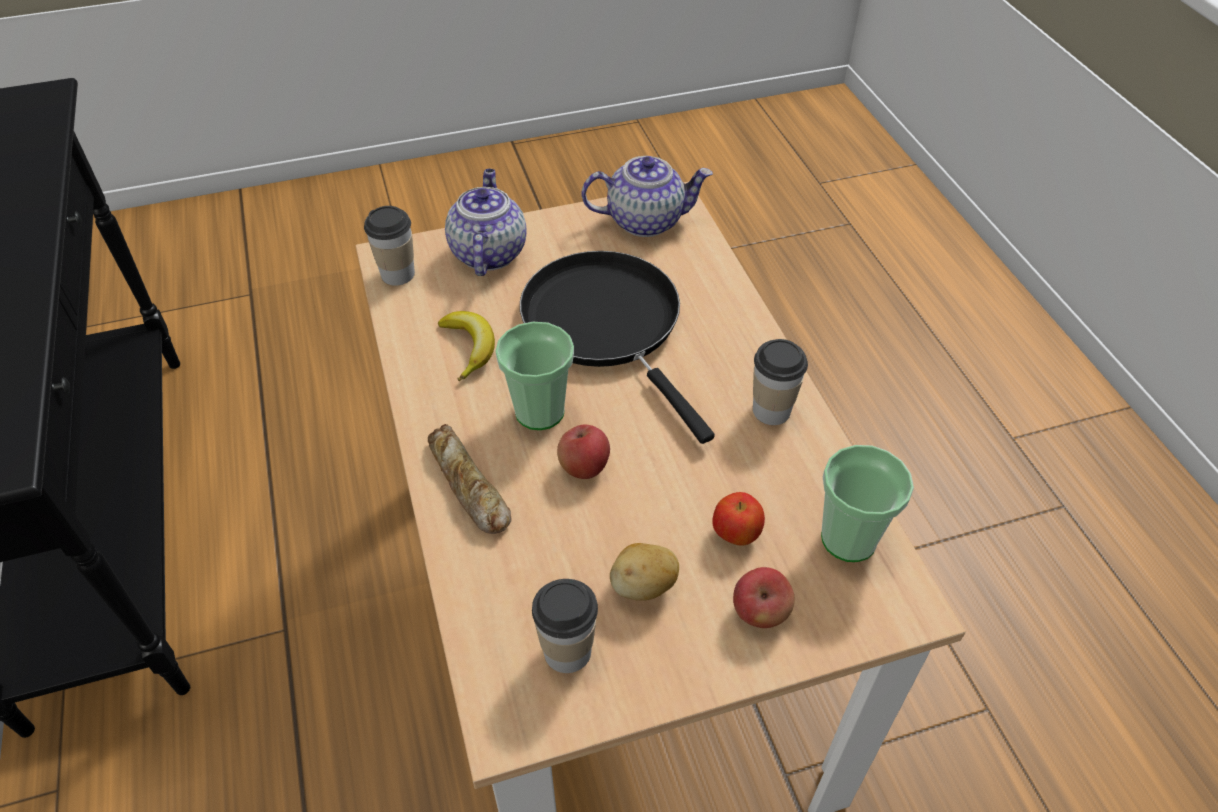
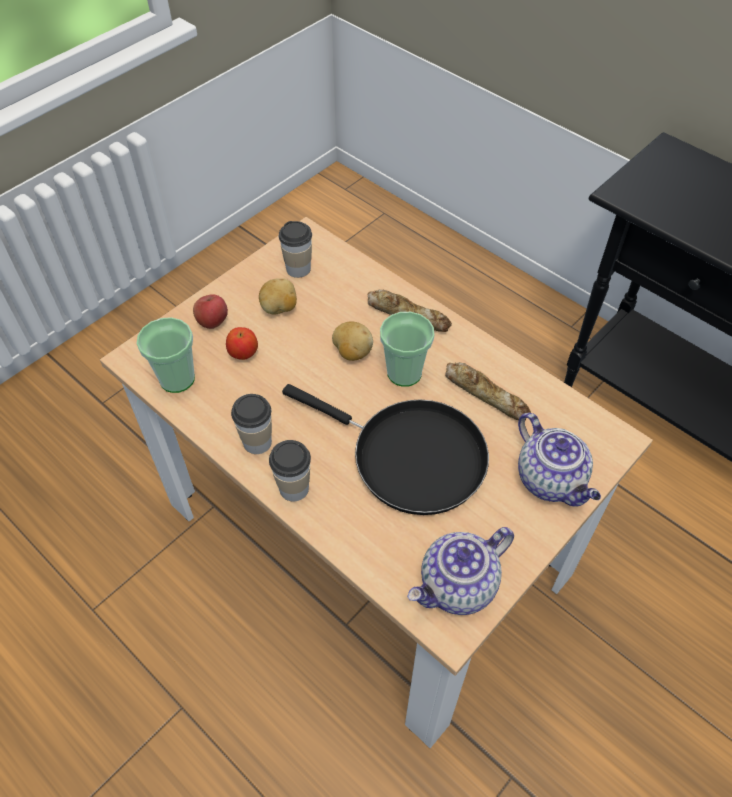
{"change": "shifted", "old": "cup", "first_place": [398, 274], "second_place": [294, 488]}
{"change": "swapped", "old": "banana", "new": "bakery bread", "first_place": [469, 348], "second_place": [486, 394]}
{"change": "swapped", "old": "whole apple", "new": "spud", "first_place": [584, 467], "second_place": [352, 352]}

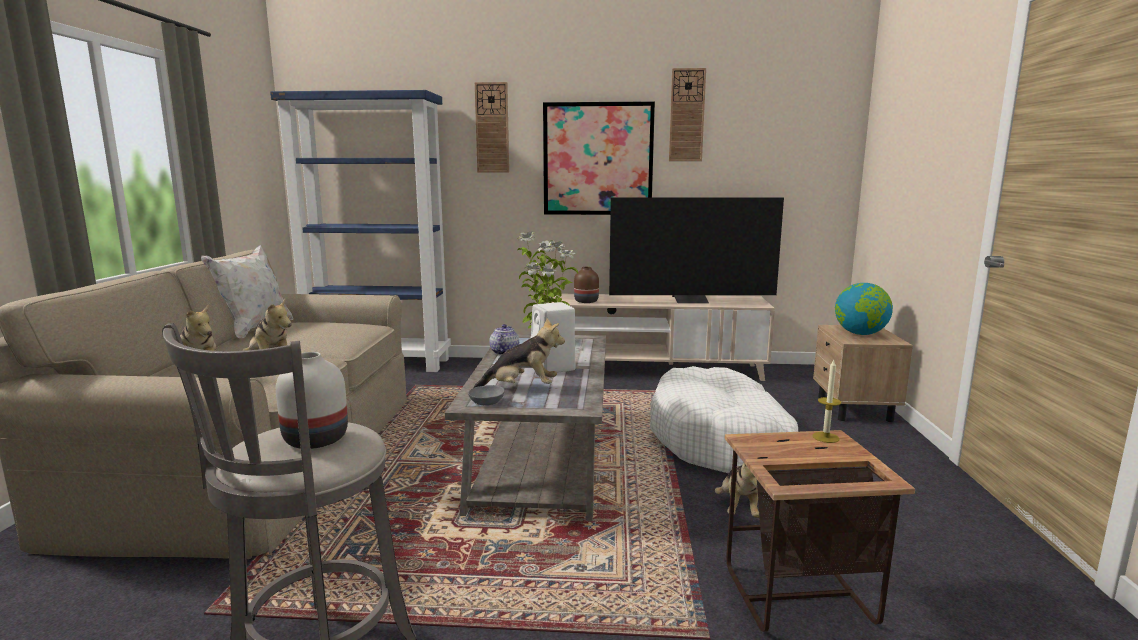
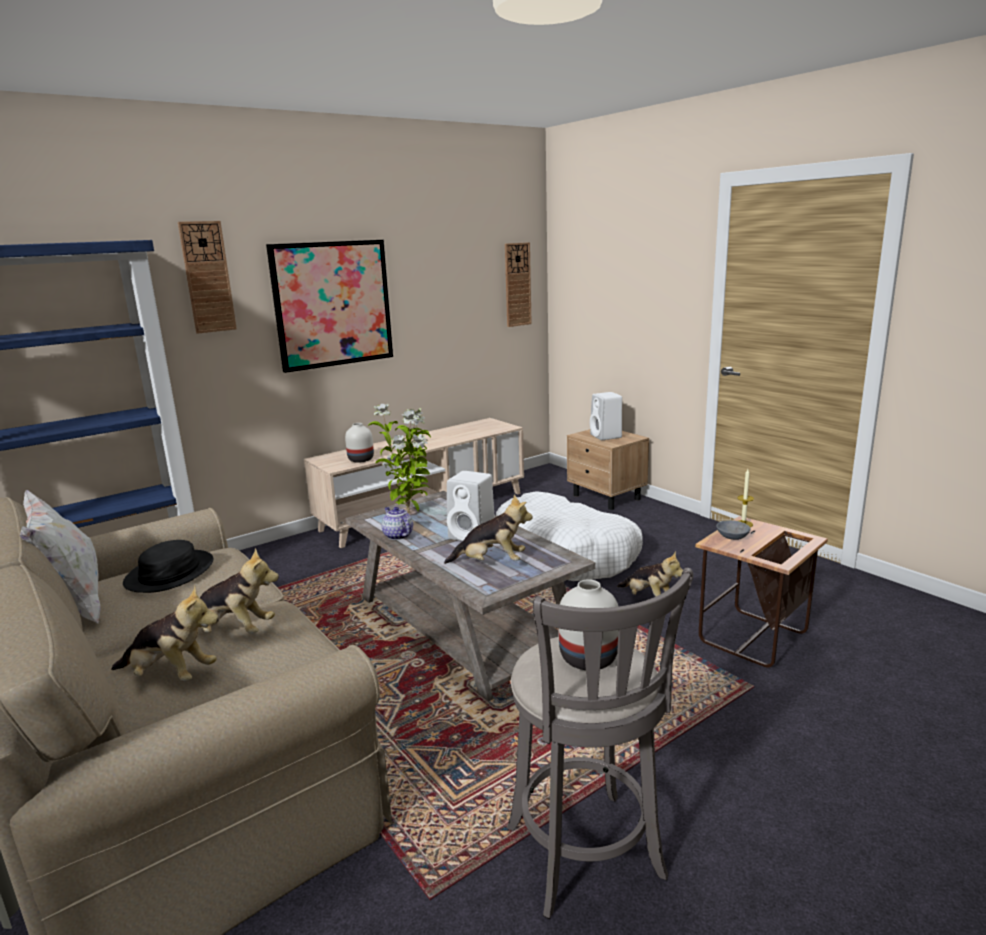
{"change": "shifted", "old": "greyish serving bowl", "first_place": [486, 402], "second_place": [731, 536]}
{"change": "rotated", "old": "cuddly toy", "first_place": [522, 388], "second_place": [491, 562], "degrees": 45}
{"change": "repainted", "old": "brown vase", "new": "white-coloured vase", "first_place": [586, 301], "second_place": [360, 459]}
{"change": "gone", "old": "television", "first_place": [691, 300]}
{"change": "shifted", "old": "clock on the wall", "first_place": [687, 115], "second_place": [517, 284]}
{"change": "swapped", "old": "world globe", "new": "white-coloured audio speaker", "first_place": [860, 334], "second_place": [606, 436]}
{"change": "new", "new": "black-coloured clothing hat", "second_place": [170, 573]}

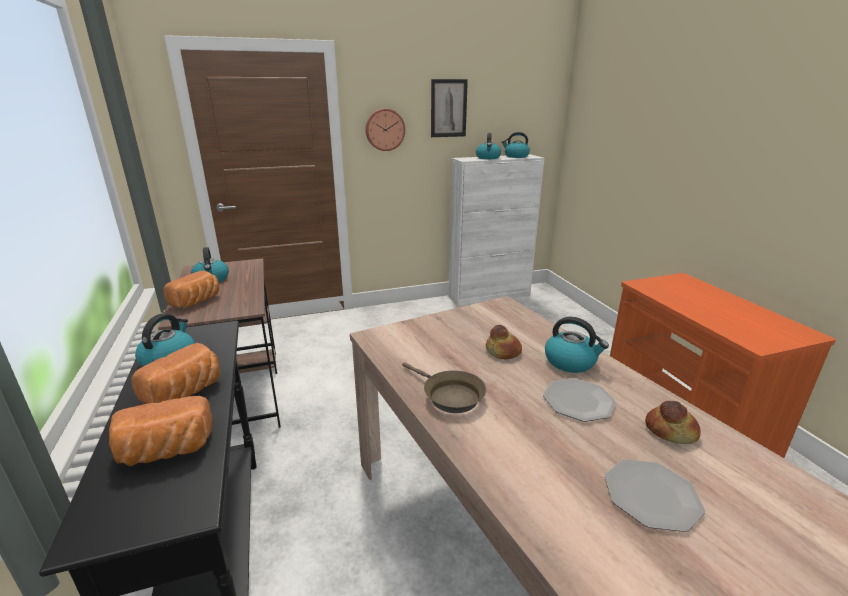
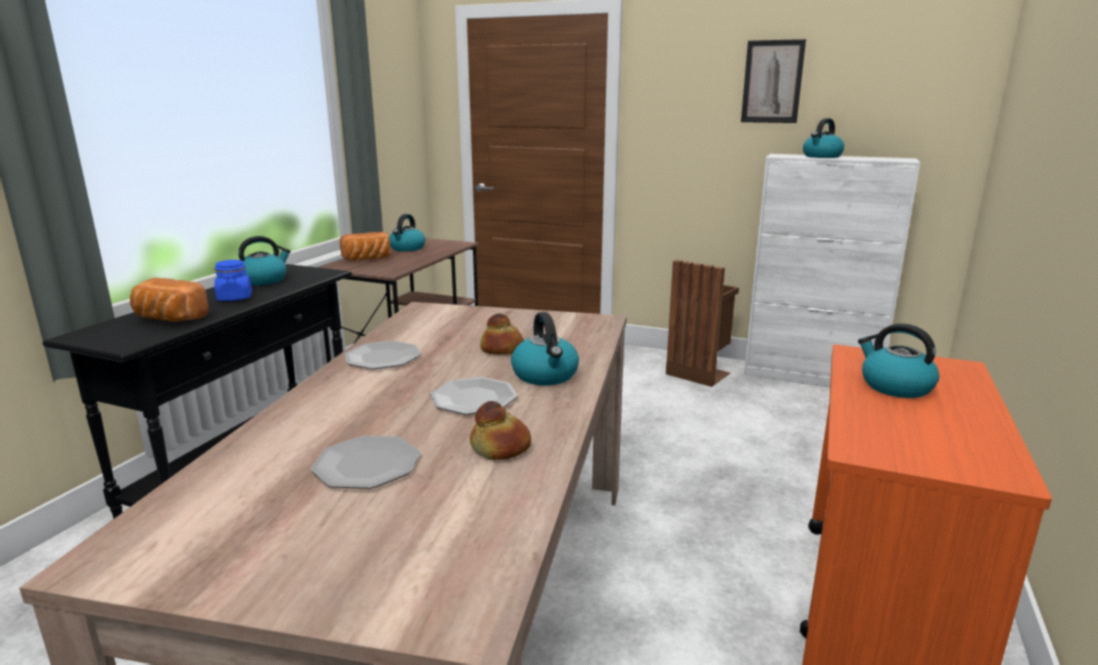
{"change": "swapped", "old": "bakery bread", "new": "bluish storage jar", "first_place": [186, 393], "second_place": [235, 298]}
{"change": "gone", "old": "clock on the wall", "first_place": [384, 129]}
{"change": "swapped", "old": "brown skillet", "new": "flat dish", "first_place": [449, 396], "second_place": [382, 357]}
{"change": "shifted", "old": "kettle", "first_place": [516, 156], "second_place": [895, 386]}
{"change": "new", "new": "brown trash can", "second_place": [699, 372]}

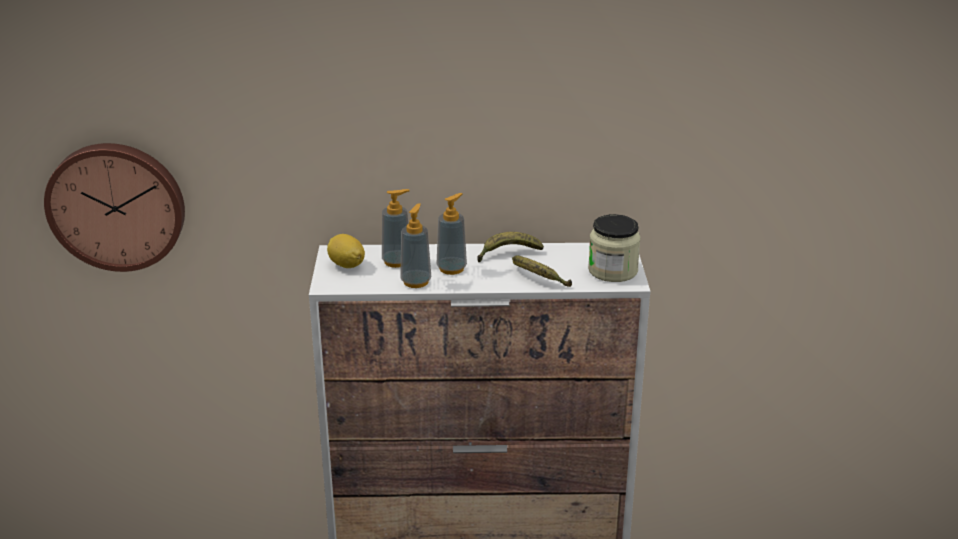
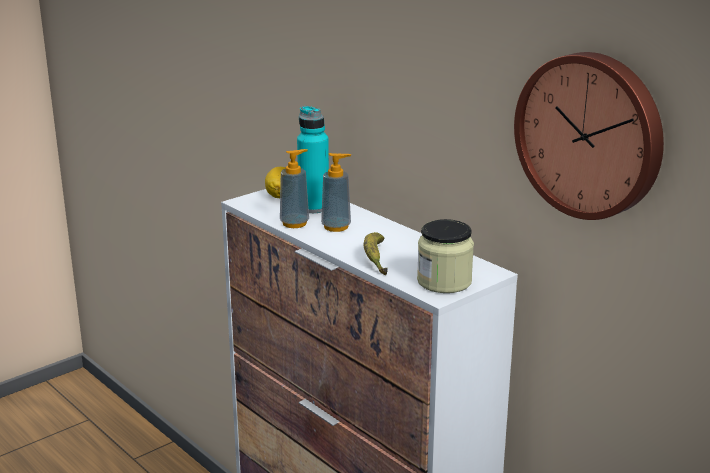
{"change": "shifted", "old": "clock on the wall", "first_place": [117, 205], "second_place": [591, 134]}
{"change": "swapped", "old": "liquid soap bottle", "new": "blue-green bottle", "first_place": [396, 262], "second_place": [313, 208]}
{"change": "gone", "old": "banana", "first_place": [508, 254]}

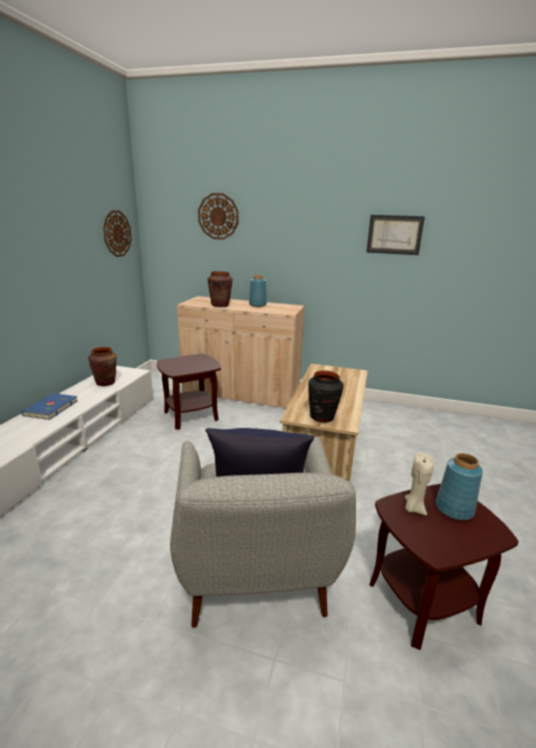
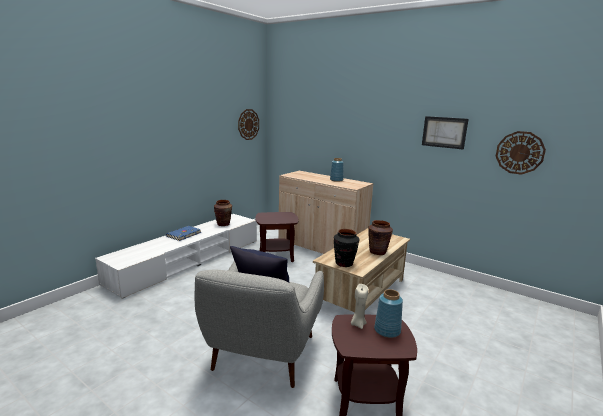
{"change": "shifted", "old": "clock on the wall", "first_place": [218, 216], "second_place": [519, 152]}
{"change": "shifted", "old": "brown vase", "first_place": [220, 305], "second_place": [378, 252]}

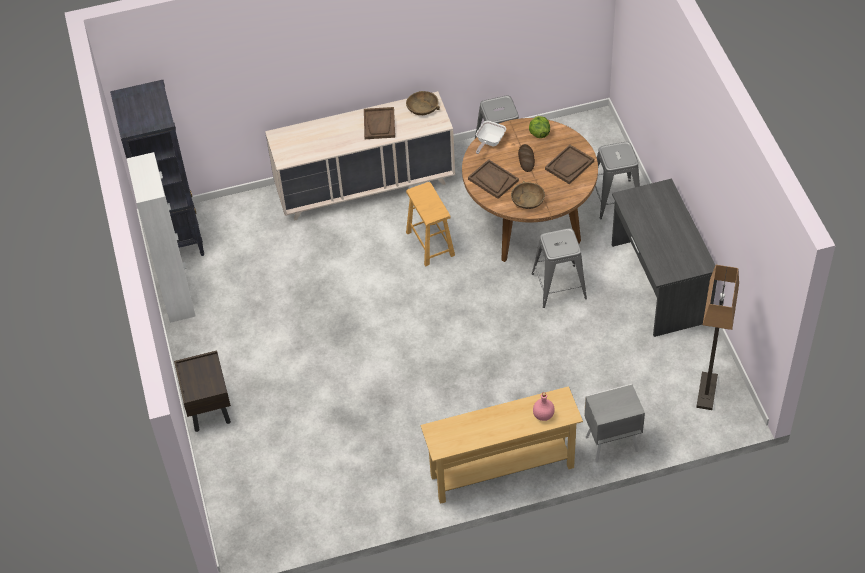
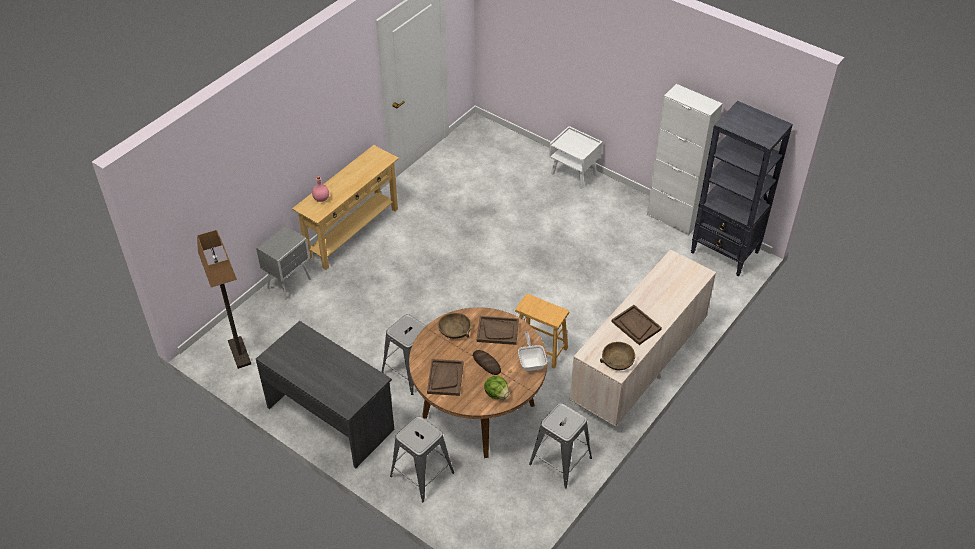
{"change": "repainted", "old": "brown nightstand", "new": "white-coloured nightstand", "first_place": [208, 407], "second_place": [574, 174]}

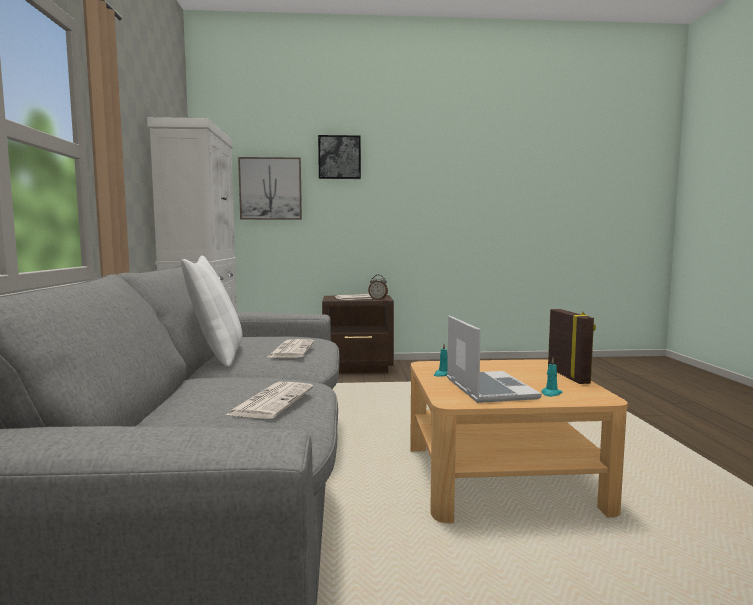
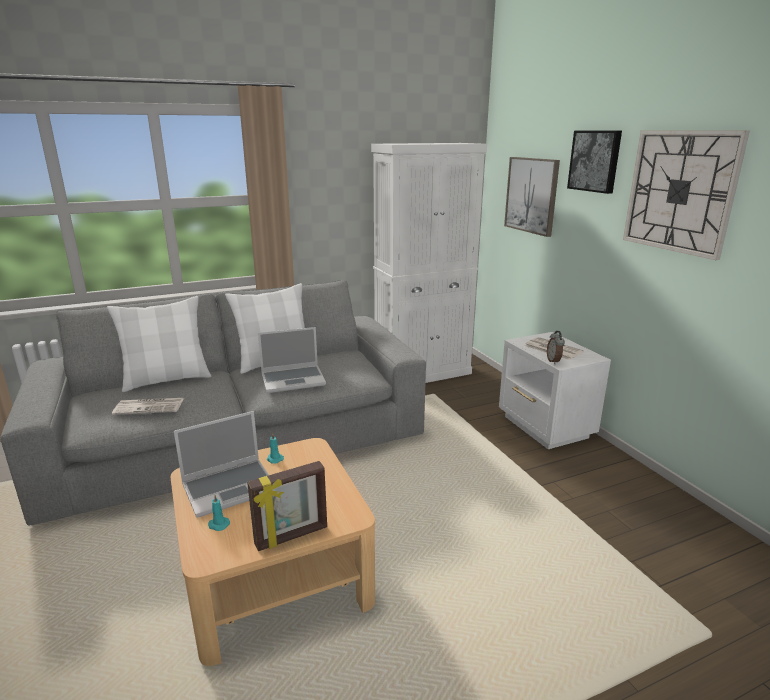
{"change": "swapped", "old": "printed paper", "new": "portable computer", "first_place": [291, 350], "second_place": [294, 380]}
{"change": "repainted", "old": "brown nightstand", "new": "white-coloured nightstand", "first_place": [358, 368], "second_place": [545, 428]}
{"change": "new", "new": "white-coloured pillow", "second_place": [167, 379]}
{"change": "new", "new": "clock on the wall", "second_place": [680, 192]}

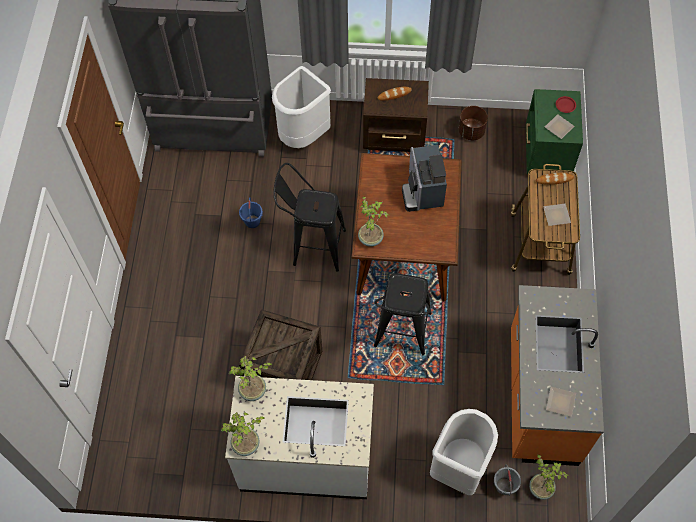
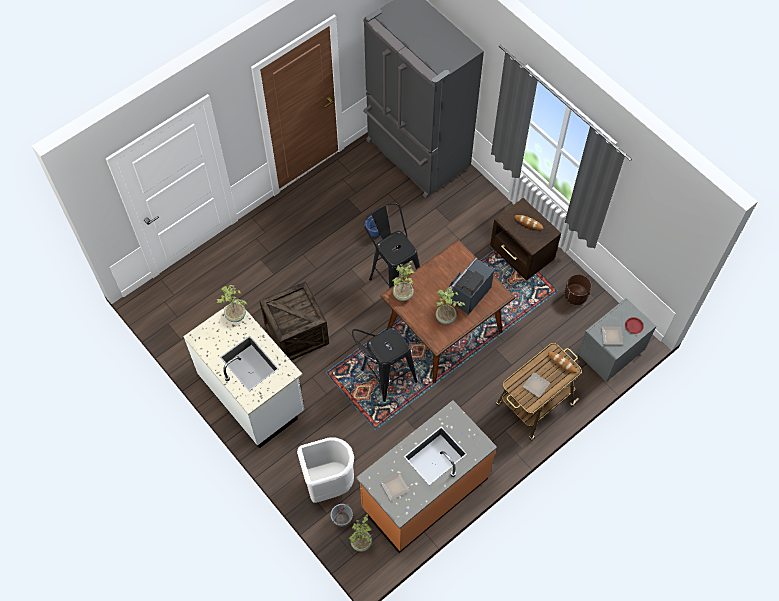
{"change": "shifted", "old": "plant in a pot", "first_place": [246, 445], "second_place": [445, 318]}
{"change": "gone", "old": "white-coloured trash can", "first_place": [303, 136]}
{"change": "repainted", "old": "green nightstand", "new": "greyish nightstand", "first_place": [546, 154], "second_place": [608, 354]}

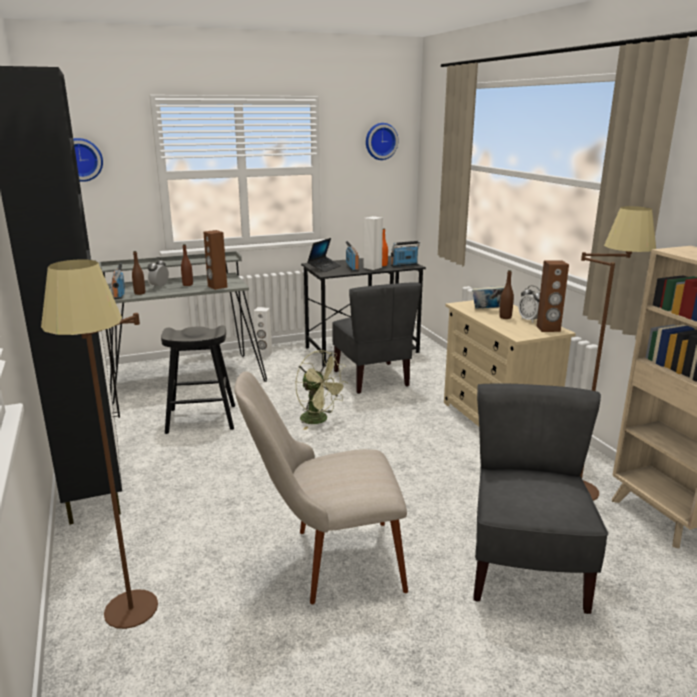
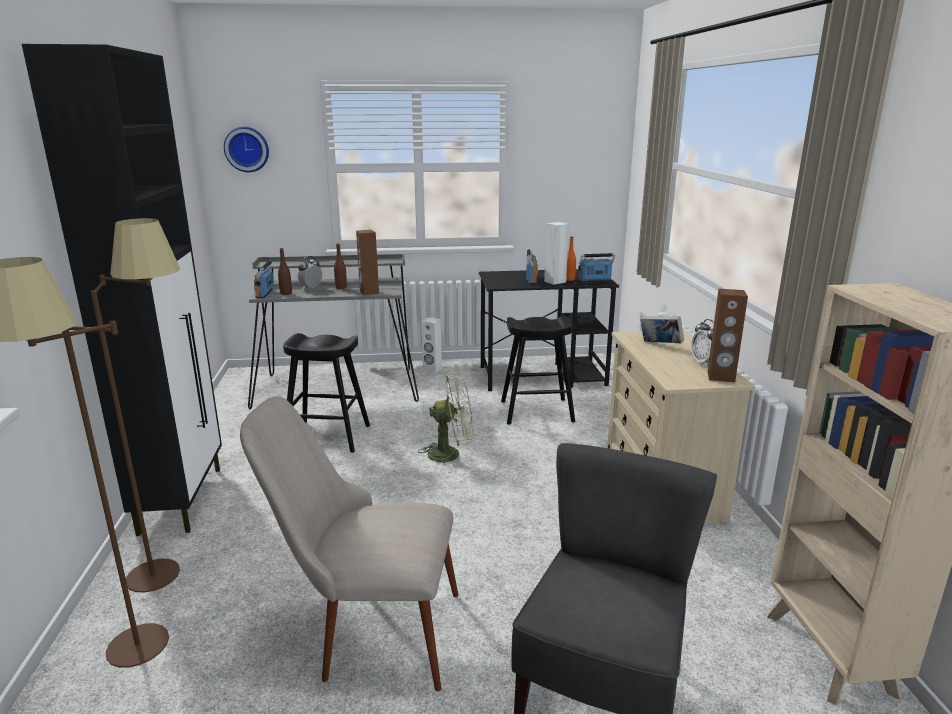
{"change": "rotated", "old": "green cooling fan", "first_place": [319, 420], "second_place": [451, 454], "degrees": -60}
{"change": "gone", "old": "portable computer", "first_place": [324, 267]}
{"change": "swapped", "old": "greyish upright chair", "new": "black-coloured stool seat", "first_place": [372, 378], "second_place": [537, 411]}
{"change": "gone", "old": "clock on the wall", "first_place": [380, 141]}
{"change": "gone", "old": "brown bottle", "first_place": [505, 317]}
{"change": "shifted", "old": "brown standing lamp", "first_place": [584, 482], "second_place": [177, 566]}

